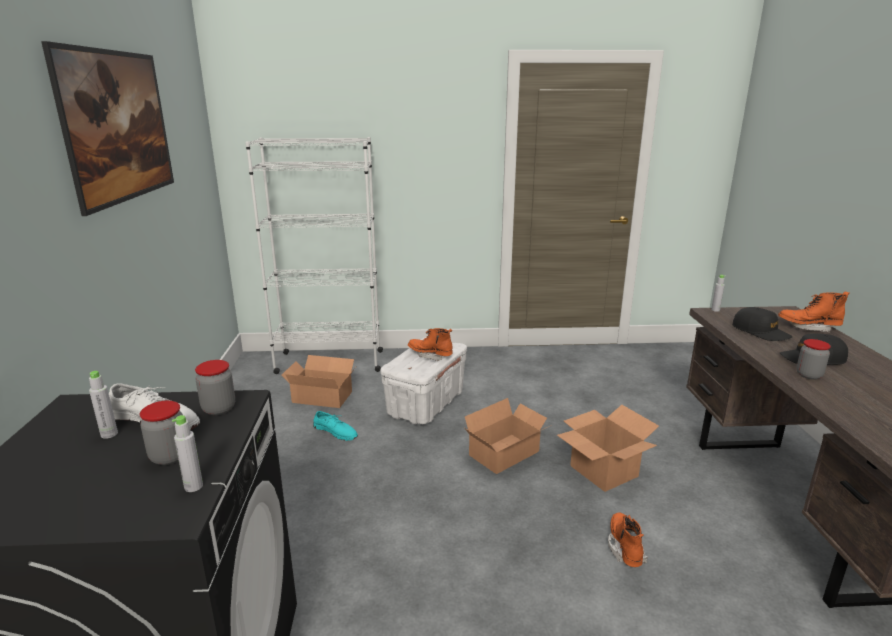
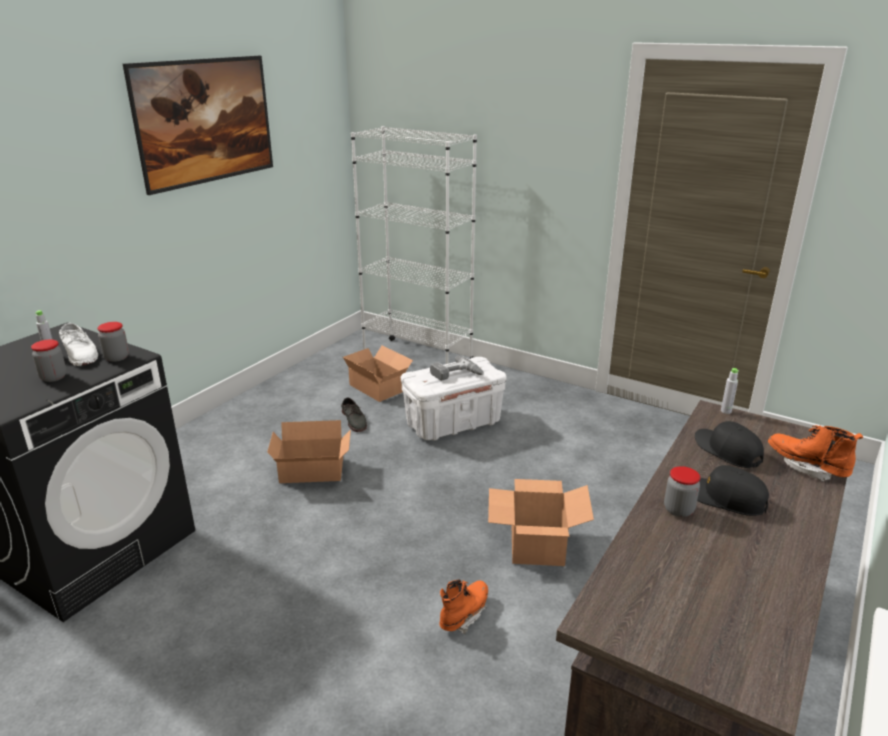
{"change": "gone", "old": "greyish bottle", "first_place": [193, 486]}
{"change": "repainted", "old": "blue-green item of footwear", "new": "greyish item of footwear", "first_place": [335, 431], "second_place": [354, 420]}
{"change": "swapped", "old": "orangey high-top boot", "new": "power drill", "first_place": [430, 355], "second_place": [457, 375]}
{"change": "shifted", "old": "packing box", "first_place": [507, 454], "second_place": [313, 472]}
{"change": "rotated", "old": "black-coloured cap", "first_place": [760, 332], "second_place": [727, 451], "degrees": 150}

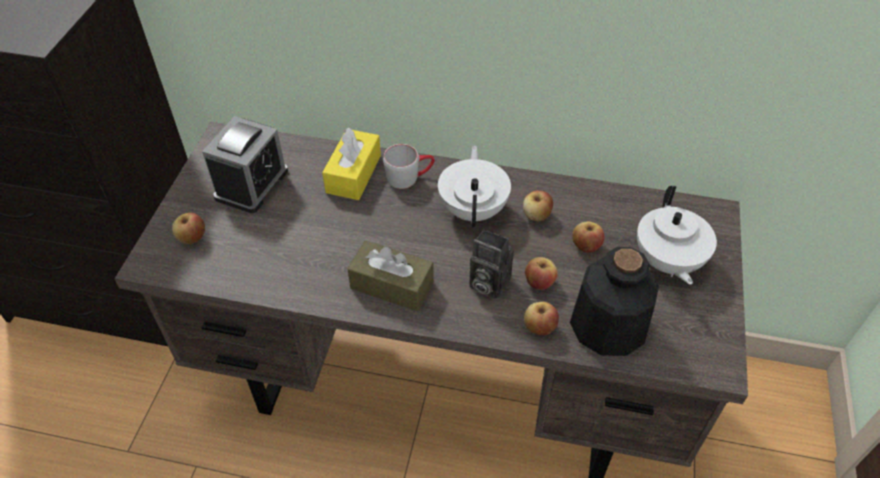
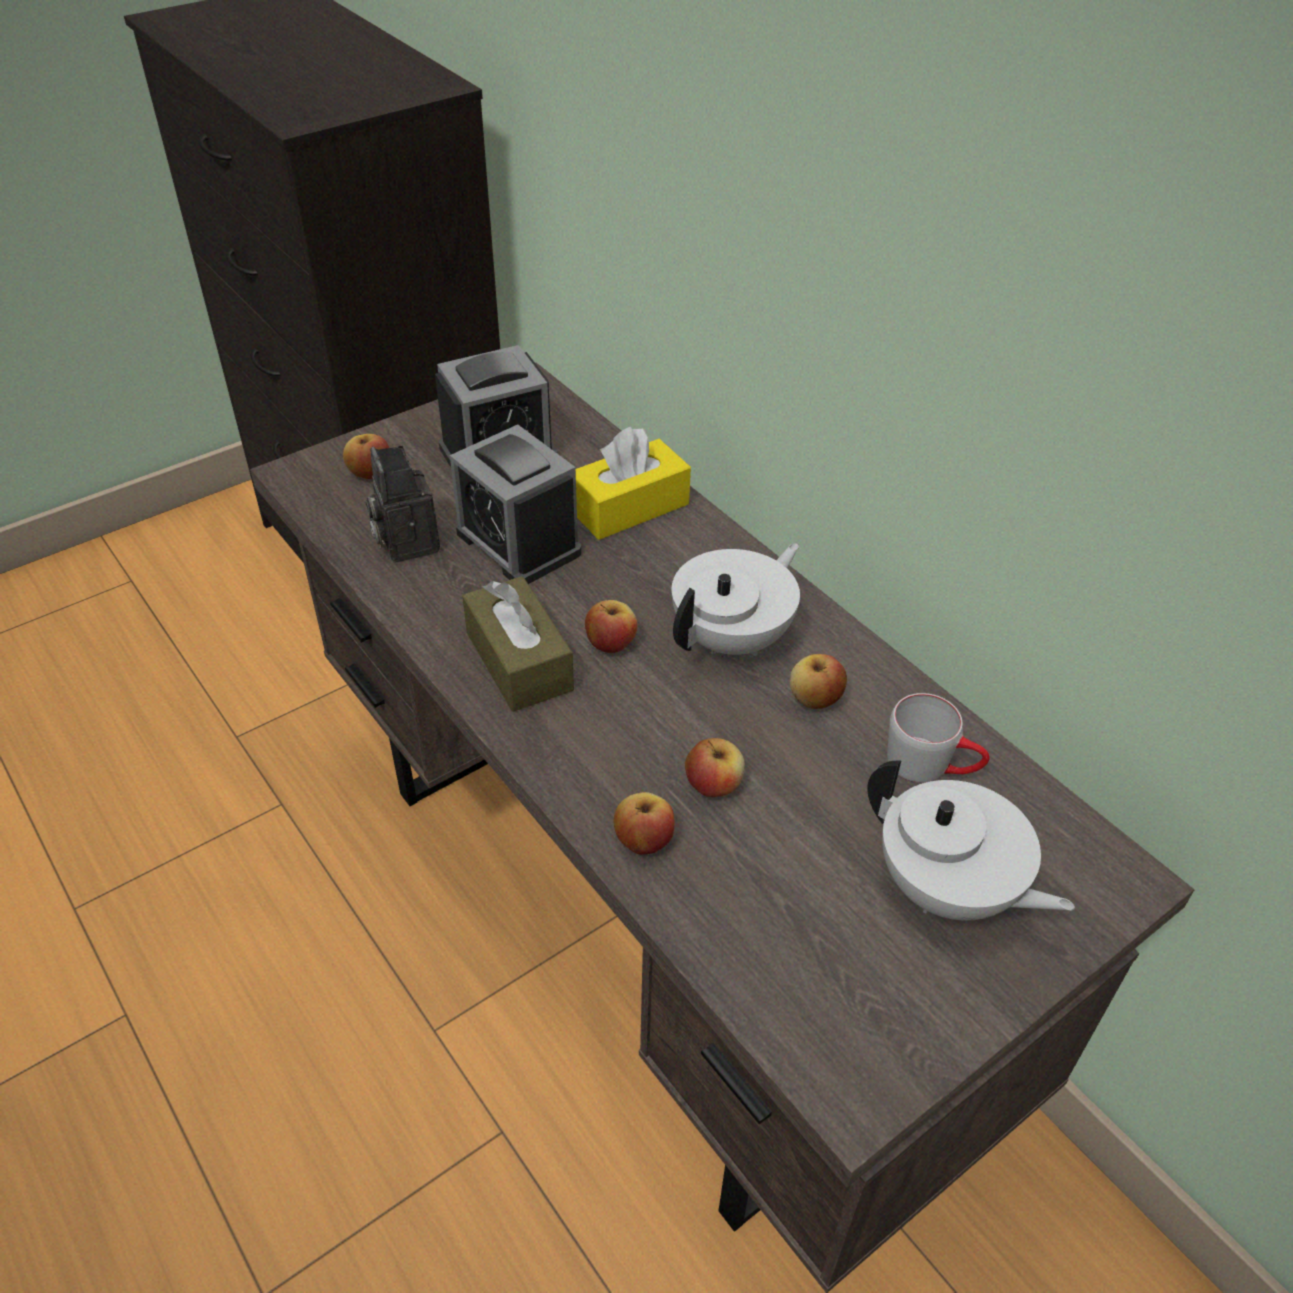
{"change": "shifted", "old": "greyish mug", "first_place": [409, 177], "second_place": [931, 766]}
{"change": "shifted", "old": "photo camera", "first_place": [486, 283], "second_place": [405, 542]}
{"change": "gone", "old": "bottle", "first_place": [608, 326]}
{"change": "shifted", "old": "whole apple", "first_place": [586, 246], "second_place": [610, 643]}
{"change": "rotated", "old": "white-coloured pot for tea", "first_place": [667, 262], "second_place": [947, 890], "degrees": -90}
{"change": "new", "new": "alarm clock", "second_place": [518, 542]}

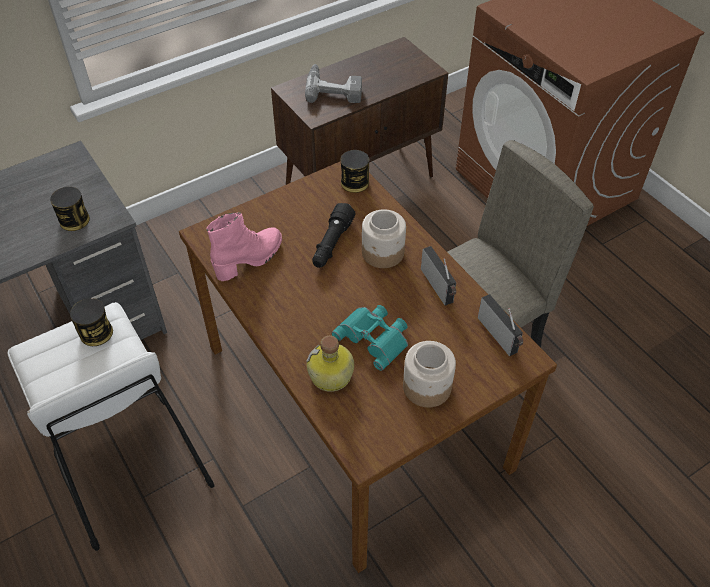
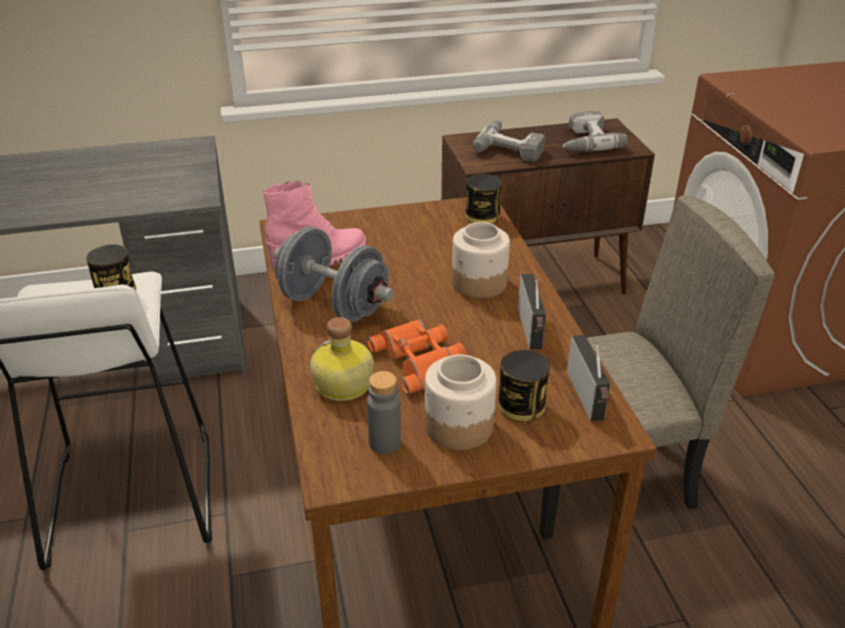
{"change": "shifted", "old": "sealed can", "first_place": [74, 220], "second_place": [521, 405]}
{"change": "gone", "old": "black-coloured flashlight", "first_place": [332, 244]}
{"change": "repainted", "old": "blue-green field glasses", "new": "orangey field glasses", "first_place": [375, 337], "second_place": [421, 360]}
{"change": "new", "new": "greyish dumbbell", "second_place": [334, 305]}
{"change": "new", "new": "greyish bottle", "second_place": [384, 442]}
{"change": "new", "new": "power drill", "second_place": [584, 141]}

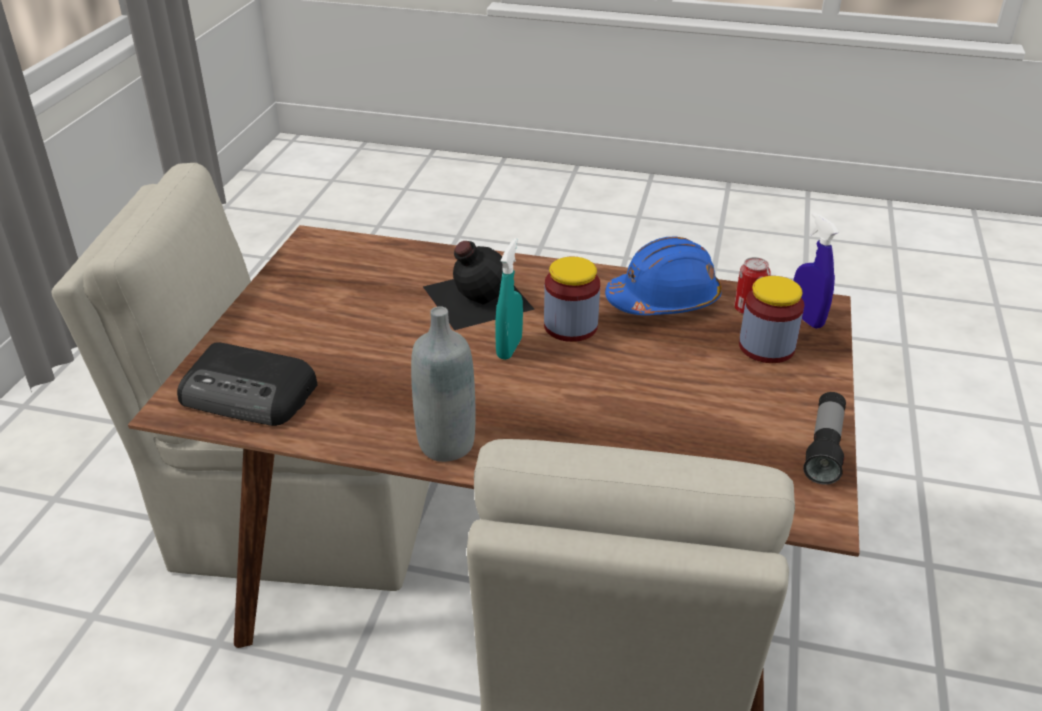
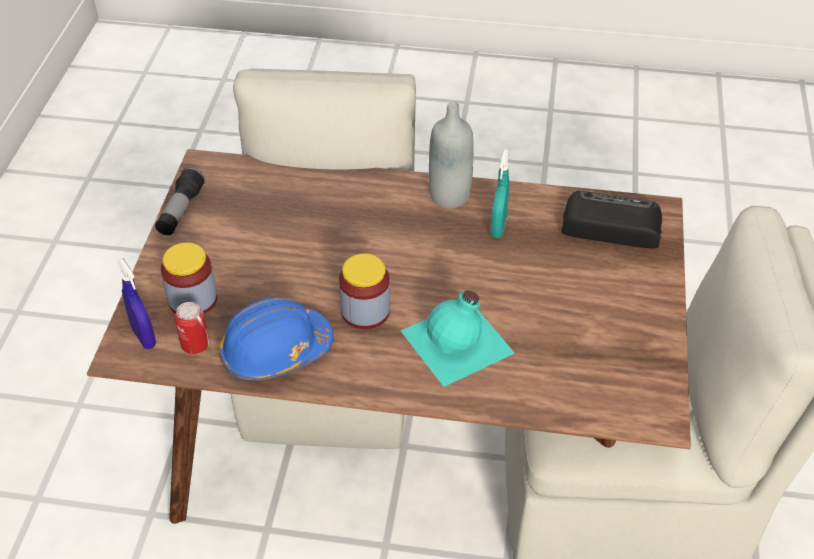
{"change": "repainted", "old": "black-coloured bottle", "new": "blue-green bottle", "first_place": [475, 297], "second_place": [459, 342]}
{"change": "shifted", "old": "blue-green hand sprayer", "first_place": [509, 348], "second_place": [498, 227]}

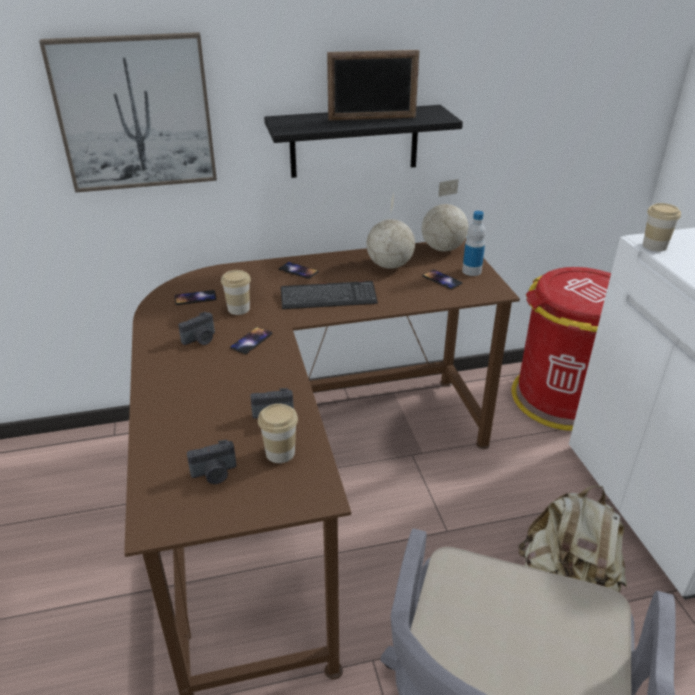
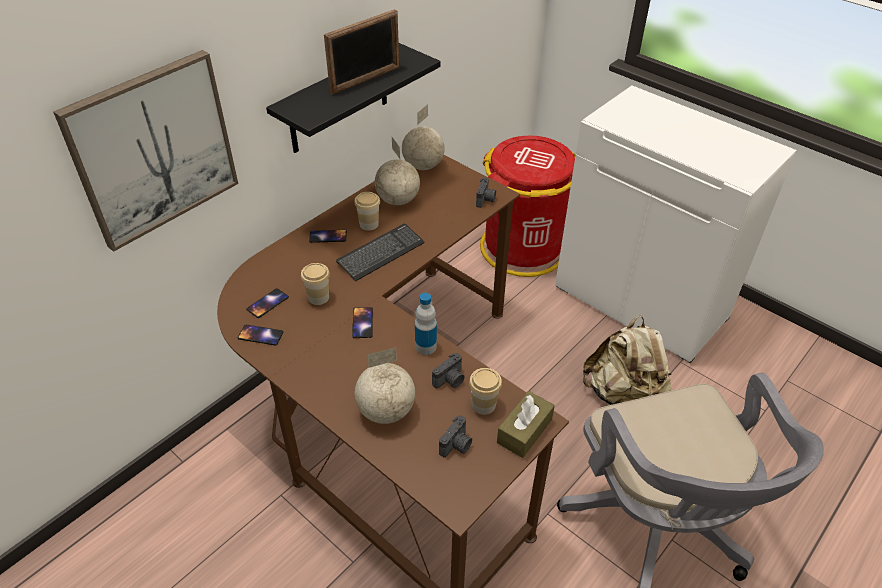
{"change": "shifted", "old": "photo camera", "first_place": [200, 340], "second_place": [485, 200]}
{"change": "shifted", "old": "phone", "first_place": [442, 280], "second_place": [260, 335]}
{"change": "shifted", "old": "bottle", "first_place": [471, 271], "second_place": [425, 346]}
{"change": "shifted", "old": "cup", "first_place": [654, 246], "second_place": [369, 224]}
{"change": "new", "new": "world globe", "second_place": [385, 411]}
{"change": "new", "new": "brown tissue holder", "second_place": [524, 431]}

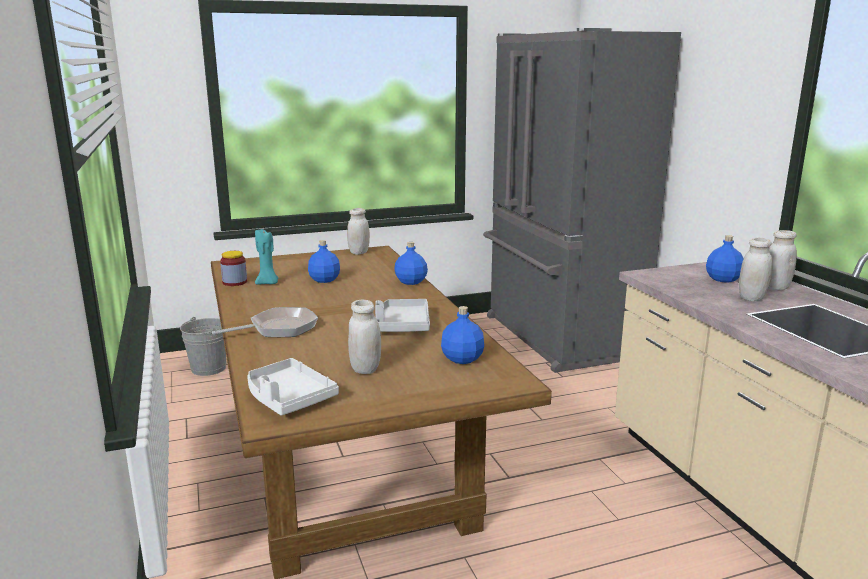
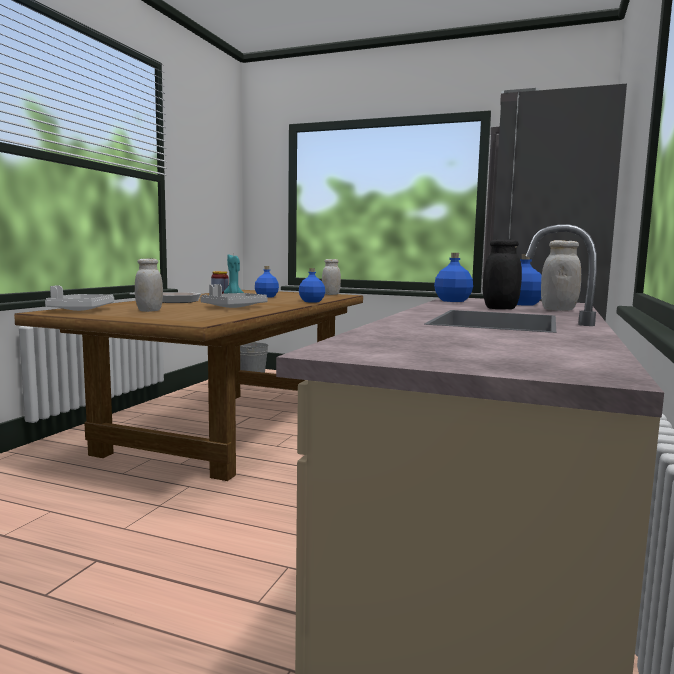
{"change": "shifted", "old": "bluish bottle", "first_place": [462, 359], "second_place": [452, 301]}
{"change": "repainted", "old": "white-coloured storage jar", "new": "black-coloured storage jar", "first_place": [752, 298], "second_place": [500, 308]}

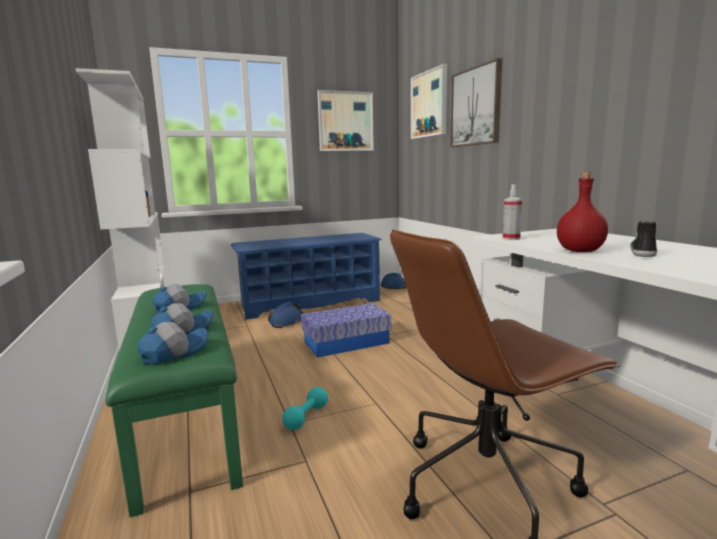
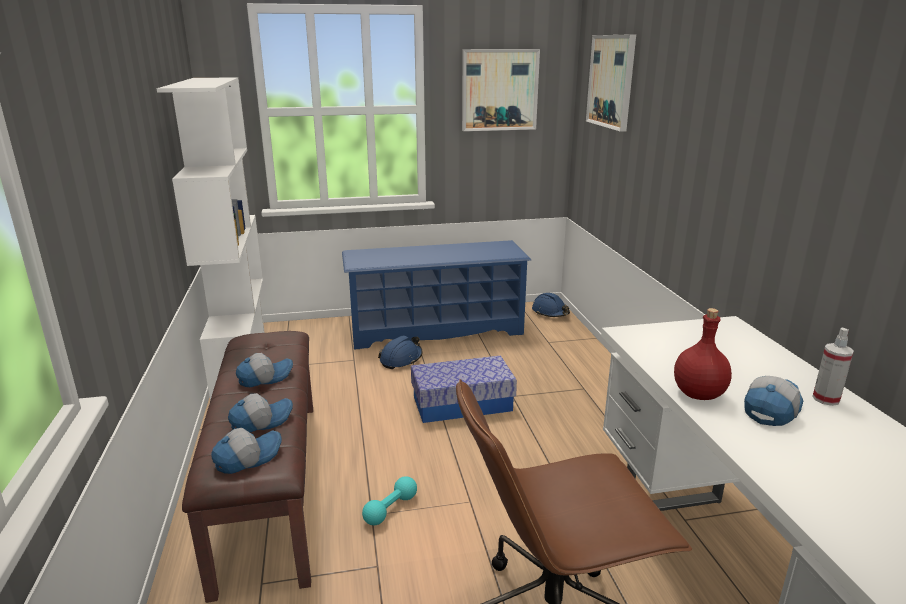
{"change": "repainted", "old": "green indoor bench", "new": "brown indoor bench", "first_place": [185, 414], "second_place": [269, 485]}
{"change": "gone", "old": "wall art", "first_place": [476, 107]}
{"change": "shifted", "old": "hand sprayer", "first_place": [511, 238], "second_place": [826, 399]}
{"change": "swapped", "old": "item of footwear", "new": "cap", "first_place": [642, 252], "second_place": [770, 409]}

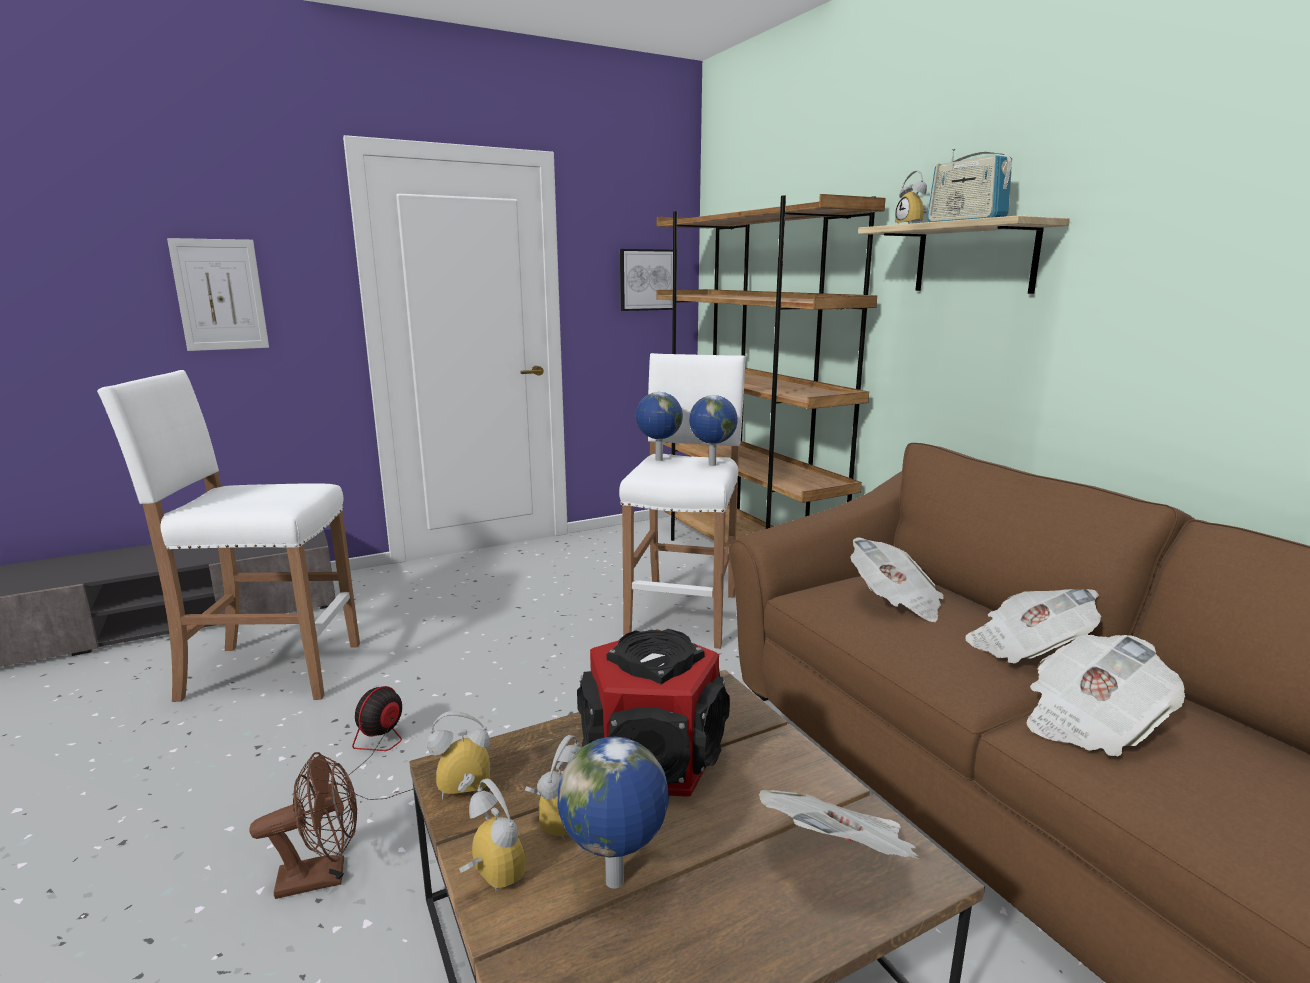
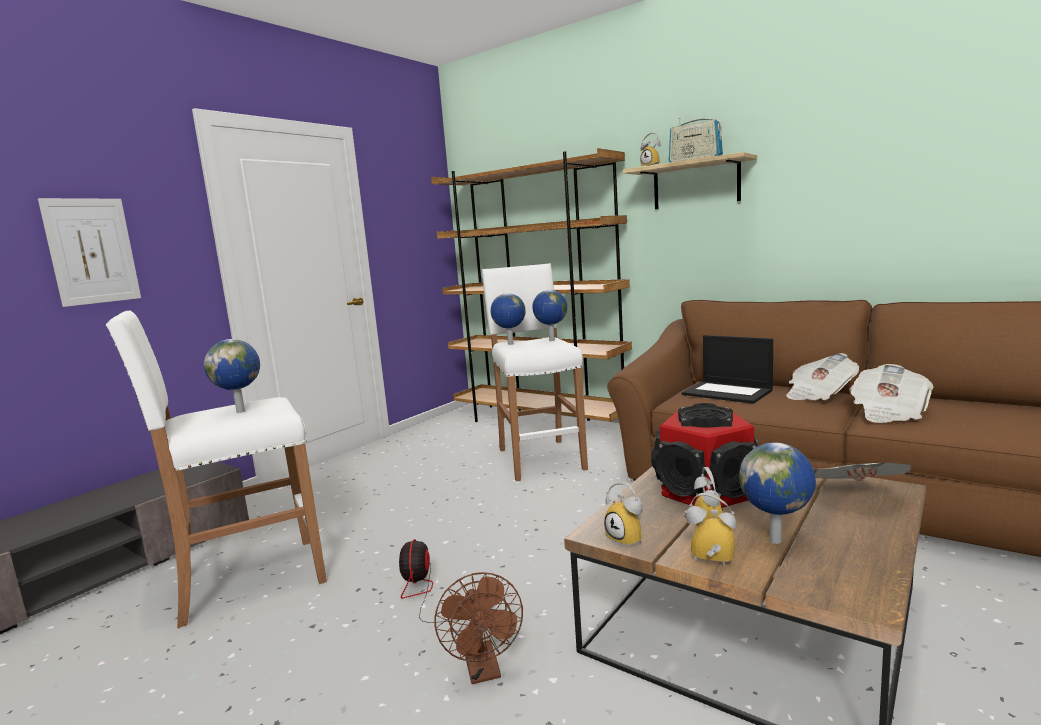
{"change": "rotated", "old": "brown cooling fan", "first_place": [323, 876], "second_place": [484, 671], "degrees": 120}
{"change": "rotated", "old": "alarm clock", "first_place": [463, 795], "second_place": [629, 540], "degrees": -90}
{"change": "gone", "old": "wall art", "first_place": [647, 280]}
{"change": "swapped", "old": "printed paper", "new": "portable computer", "first_place": [895, 602], "second_place": [728, 392]}
{"change": "new", "new": "world globe", "second_place": [241, 411]}

